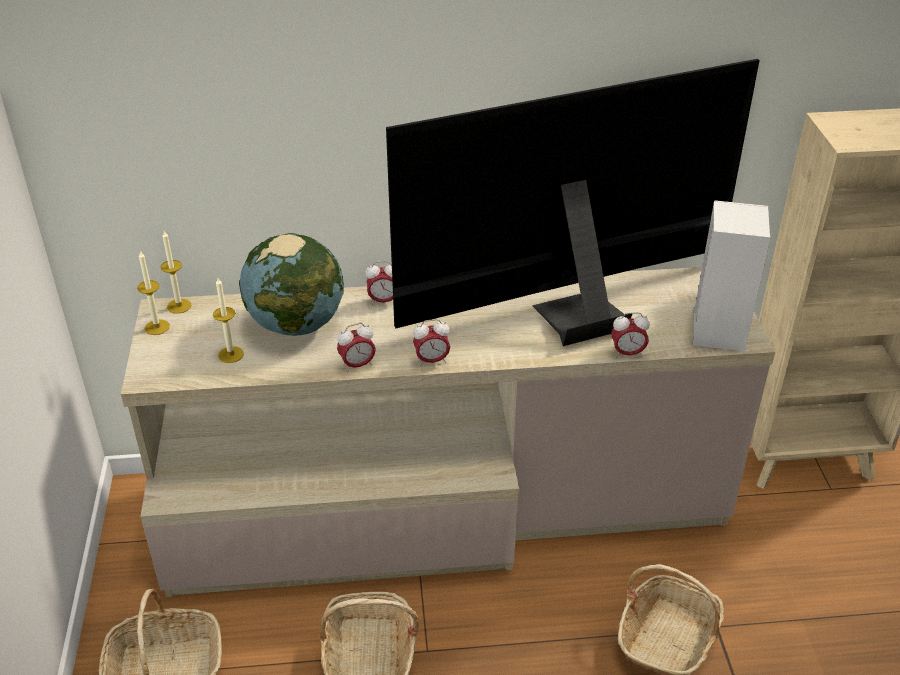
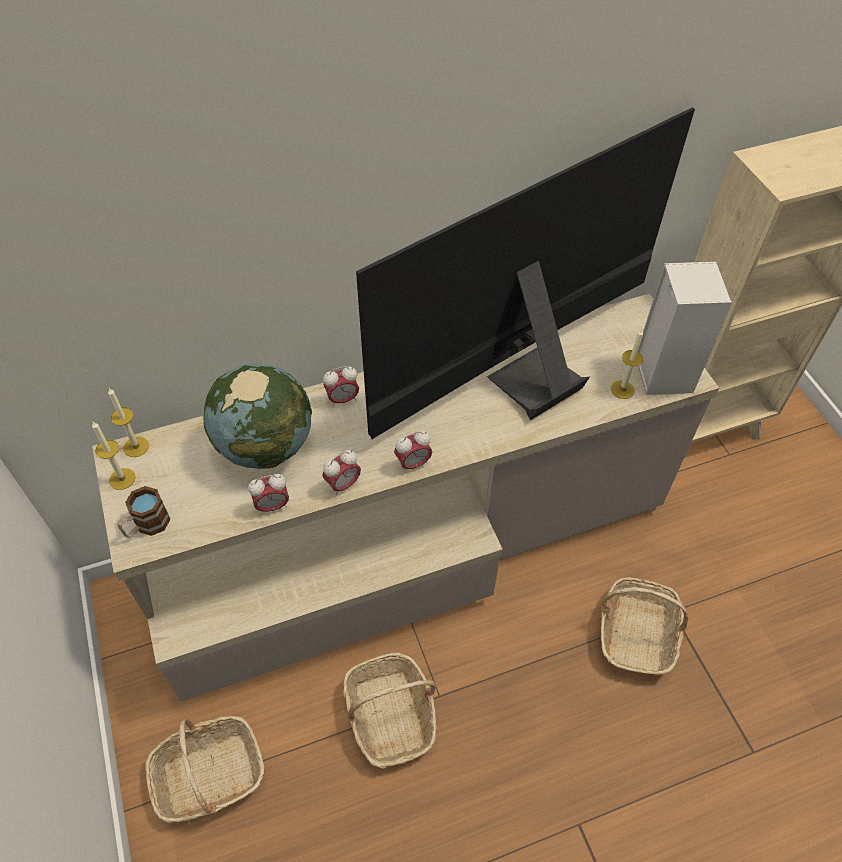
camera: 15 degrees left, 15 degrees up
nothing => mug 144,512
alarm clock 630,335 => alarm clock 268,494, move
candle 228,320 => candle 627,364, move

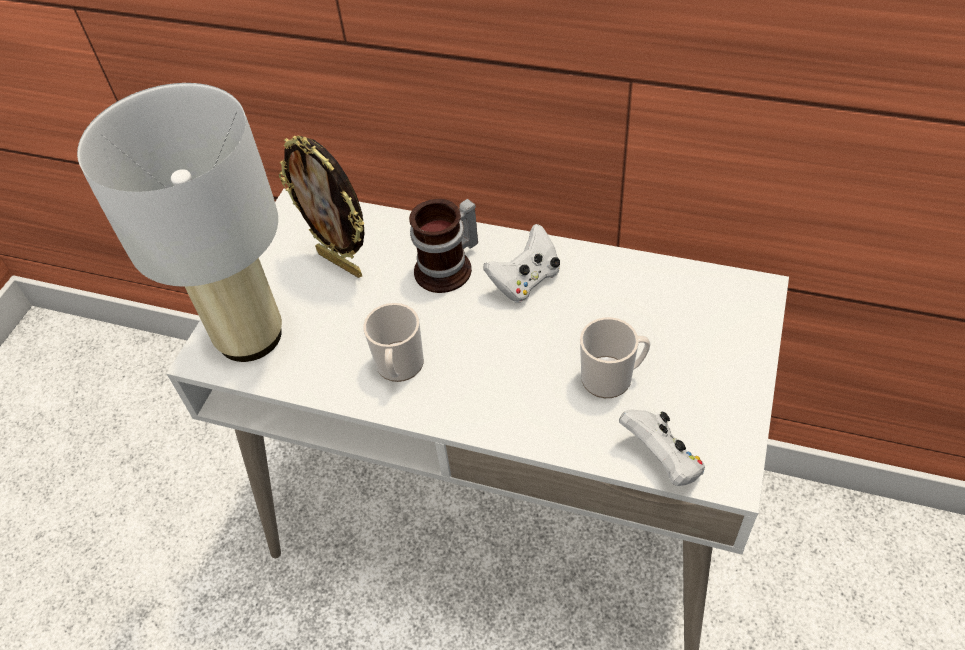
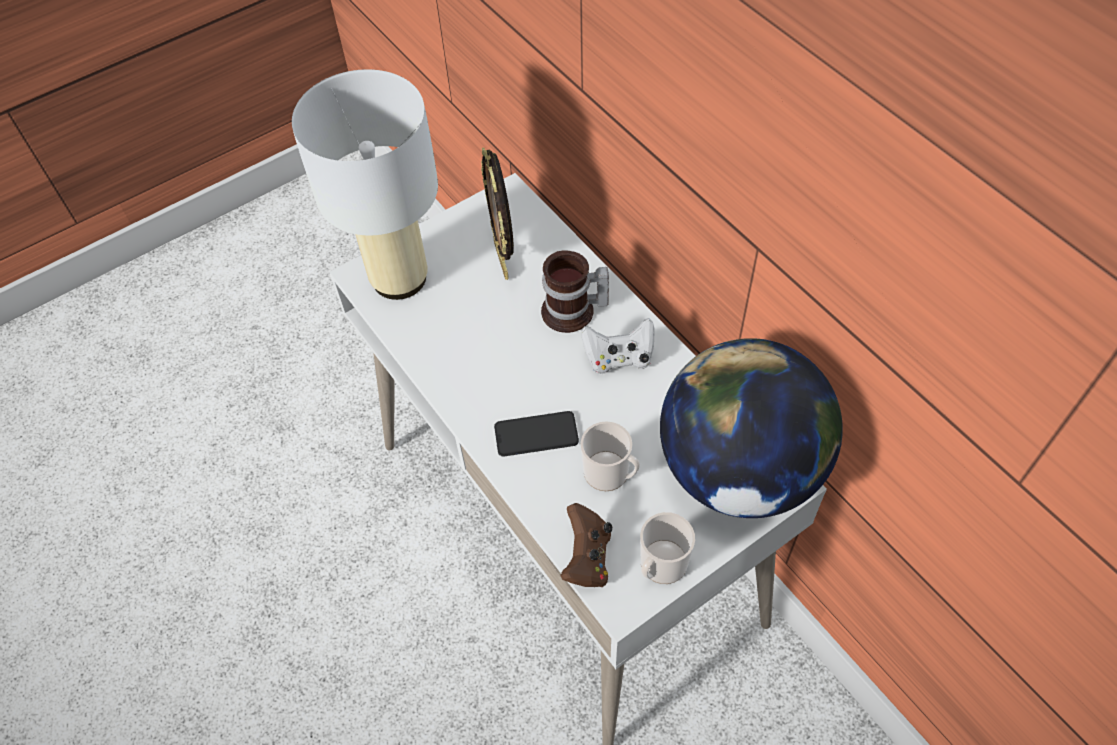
camera: 35 degrees right, 5 degrees up
nothing => telephone 536,434
white game controller 662,448 => brown game controller 586,545
mug 393,342 => mug 667,548, move
nothing => globe 751,428

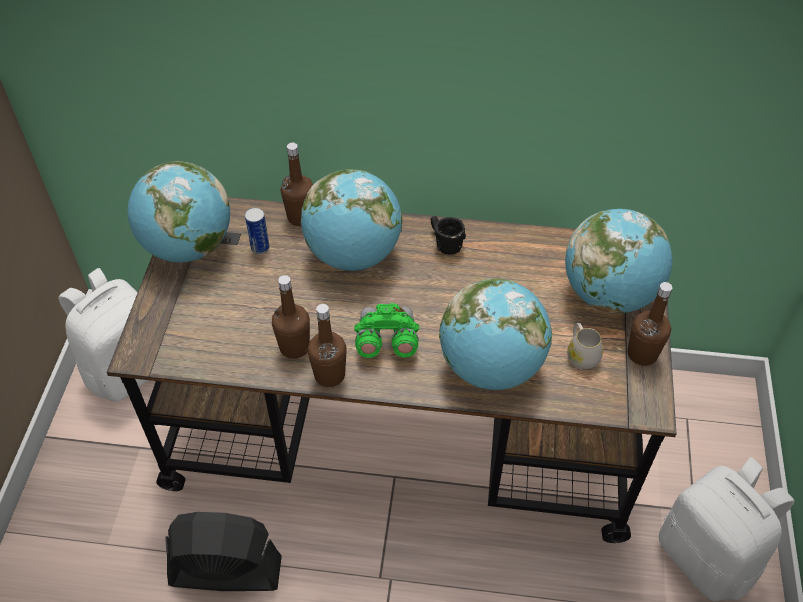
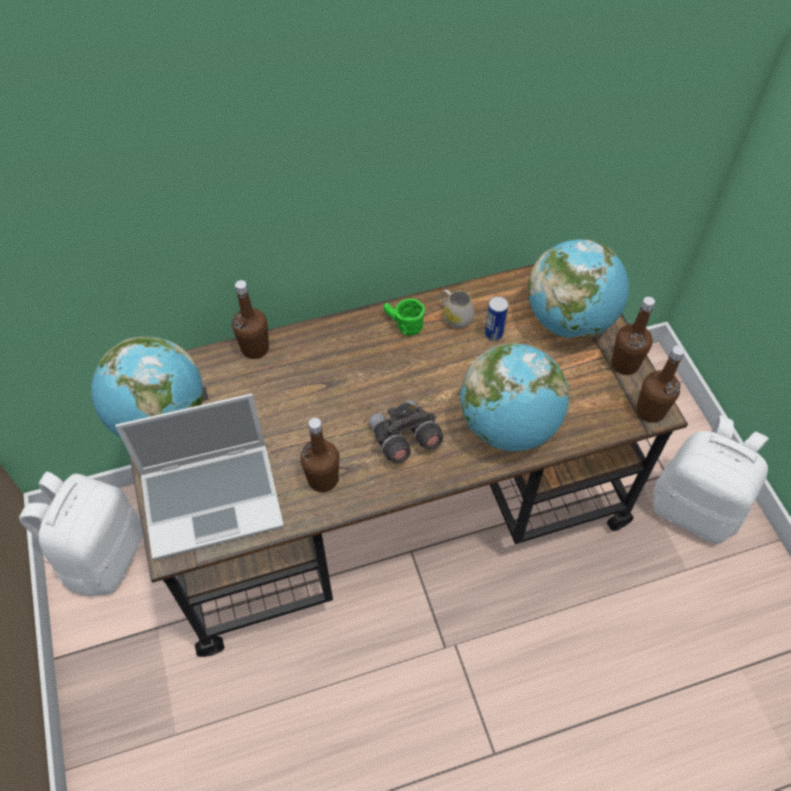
camera: 25 degrees left, 5 degrees up
nothing => notebook computer 199,476
green pair of binoculars 386,330 => grey pair of binoculars 406,432
black mug 448,235 => green mug 404,317
white mug 585,346 => white mug 457,309, move
metal can 257,231 => metal can 496,318, move
brown drink bottle 327,345 => brown drink bottle 660,384, move
black electric fan 223,551 => nothing
globe 351,220 => nothing

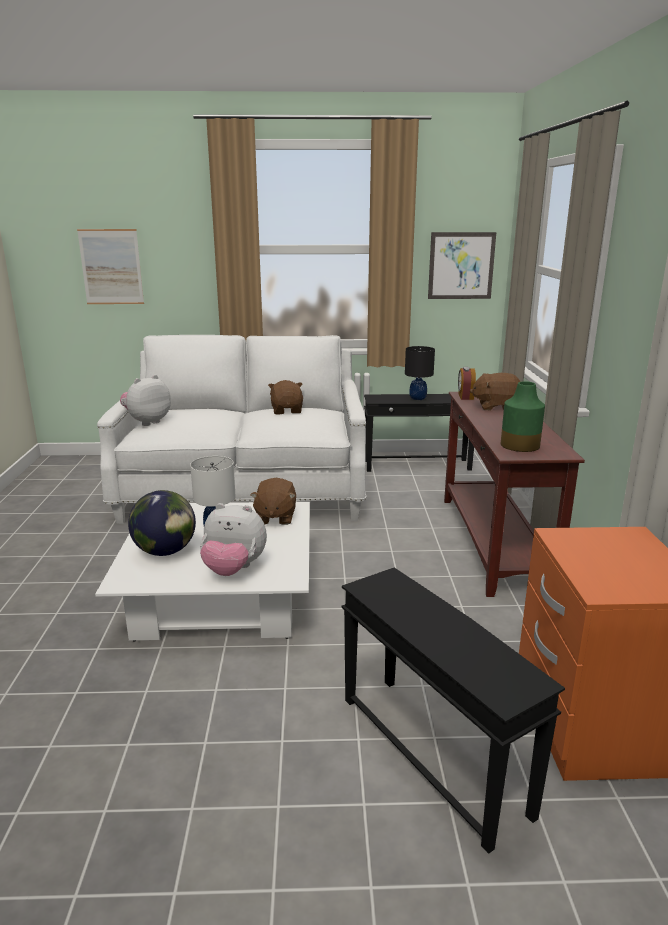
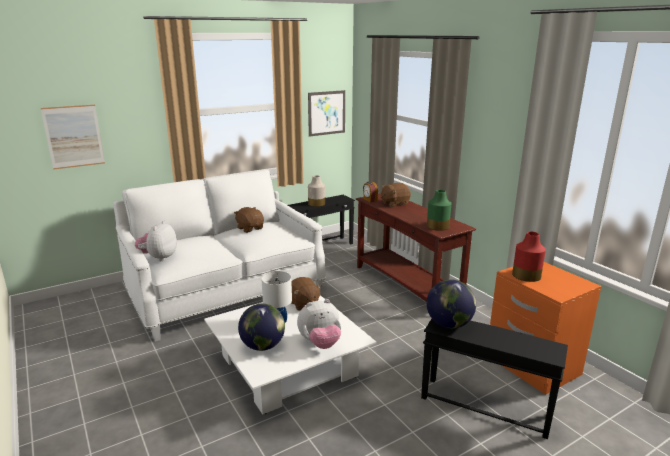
camera: 30 degrees left, 0 degrees up
black lamp for a table 420,373 => sand-coloured decorative vase 316,191
nothing => globe 451,304
nothing => red-coloured decorative vase 529,257

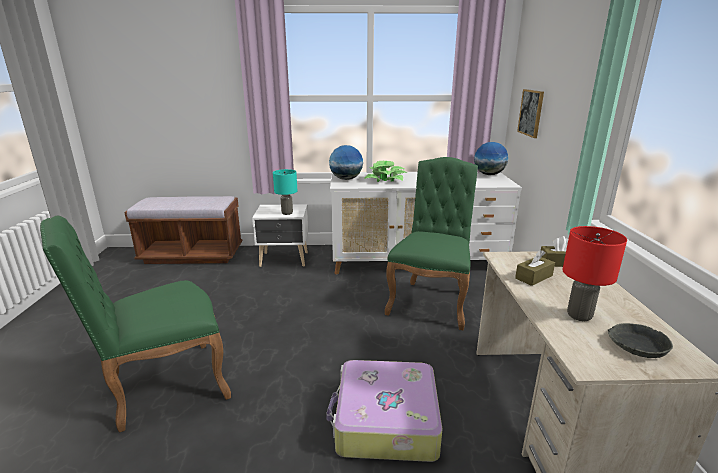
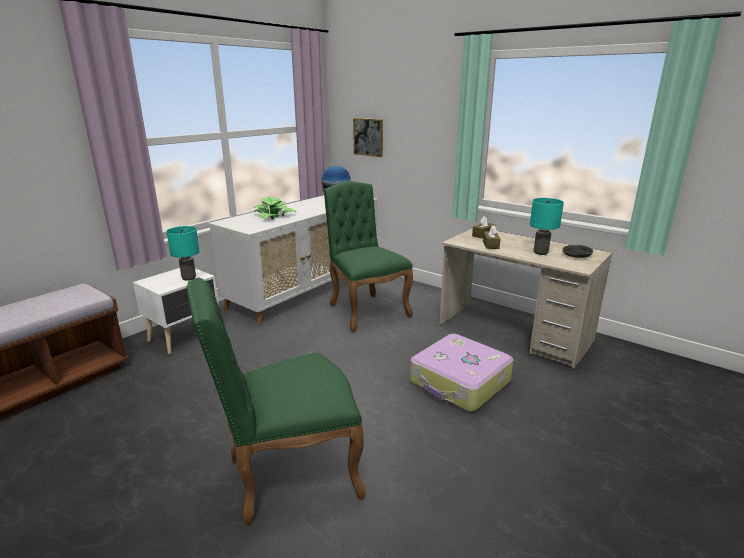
camera: 50 degrees left, 0 degrees up
green plain chair 135,324 => green plain chair 276,401, 60 degrees clockwise
red-coloured lamp for a table 594,273 => turquoise lamp for a table 547,226
globe 346,162 => nothing

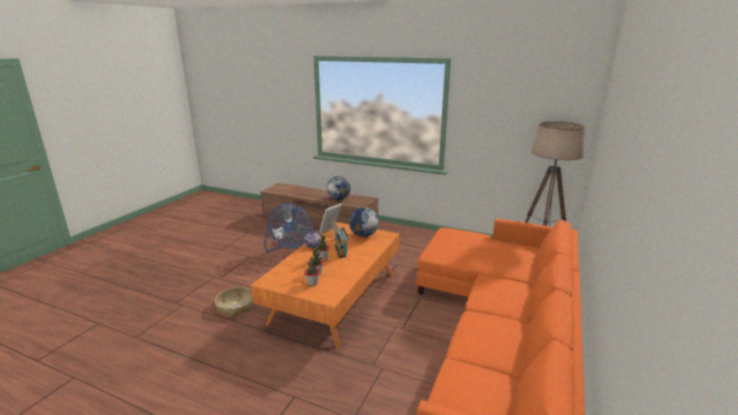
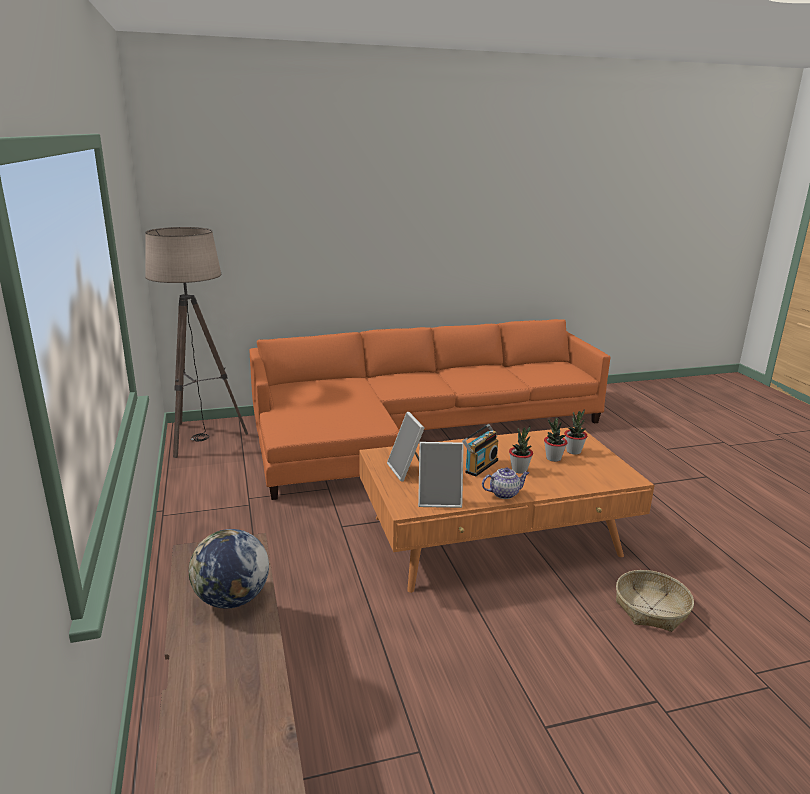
camera: 130 degrees left, 0 degrees up
globe 364,222 => photo frame 406,447
blue electric fan 288,228 => nothing

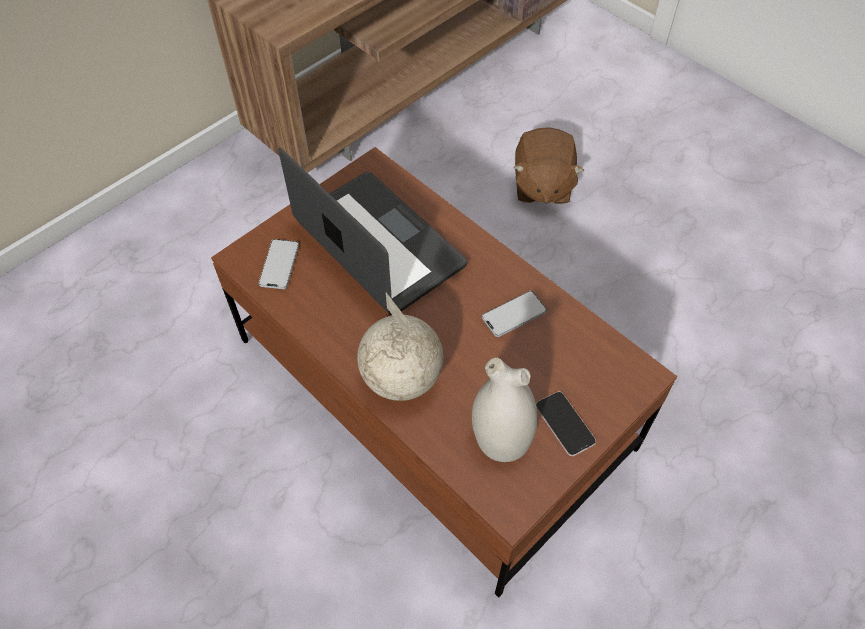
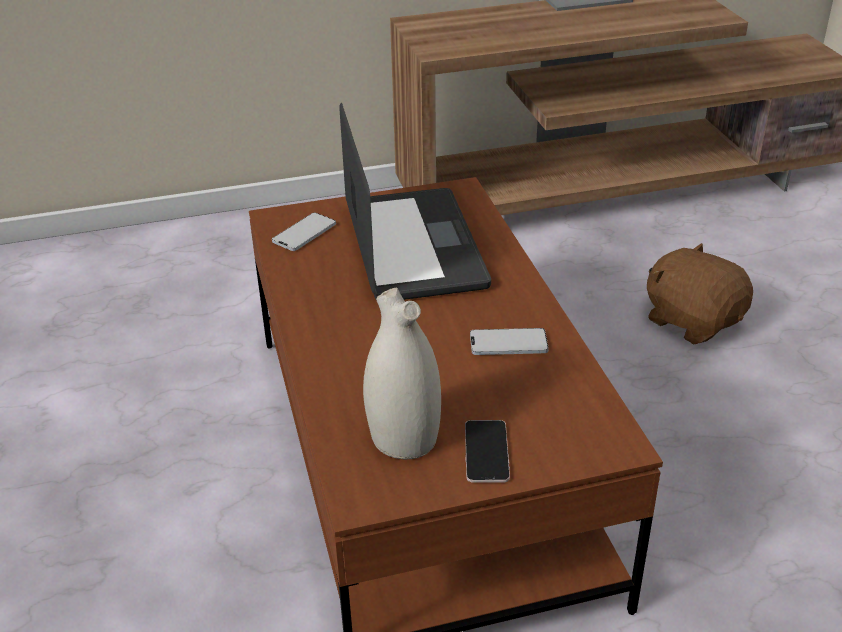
camera: 30 degrees right, 20 degrees down
brown plush toy 549,165 => brown plush toy 700,293, 105 degrees clockwise
globe 400,347 => nothing

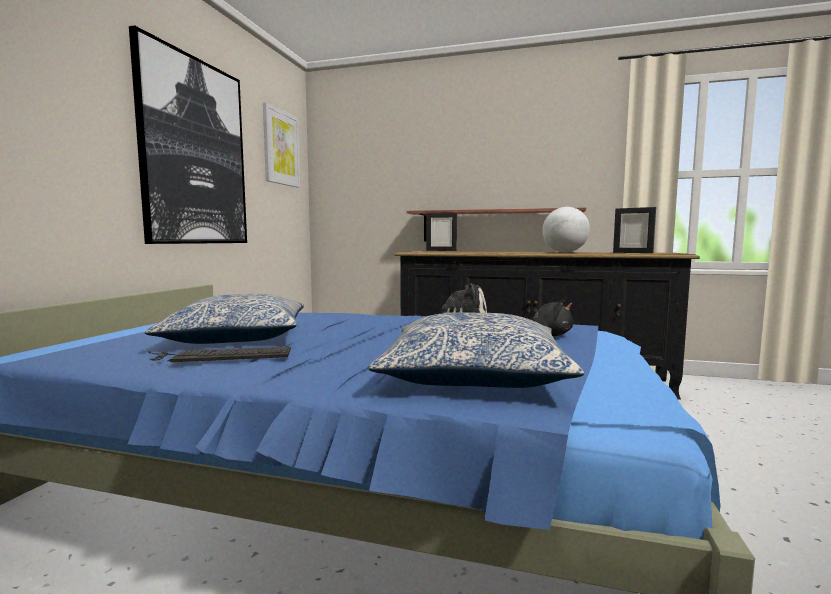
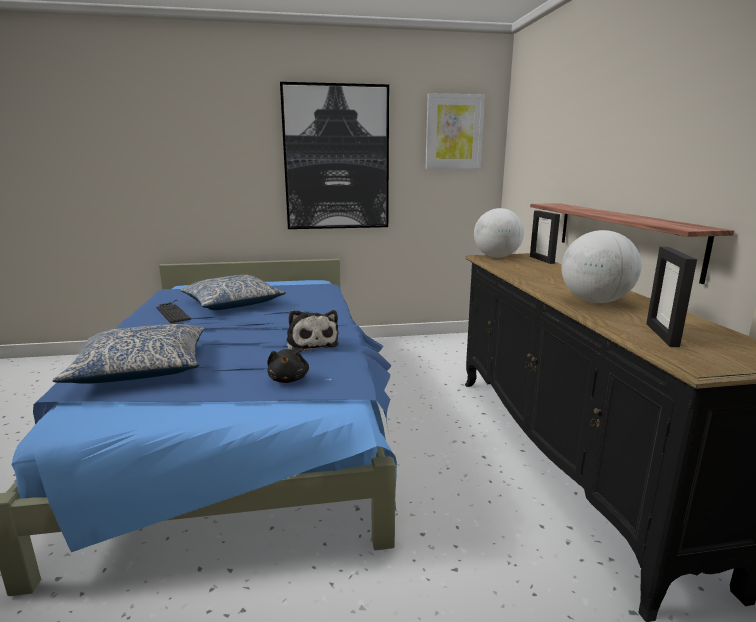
camera: 65 degrees right, 10 degrees up
nothing => globe 499,233

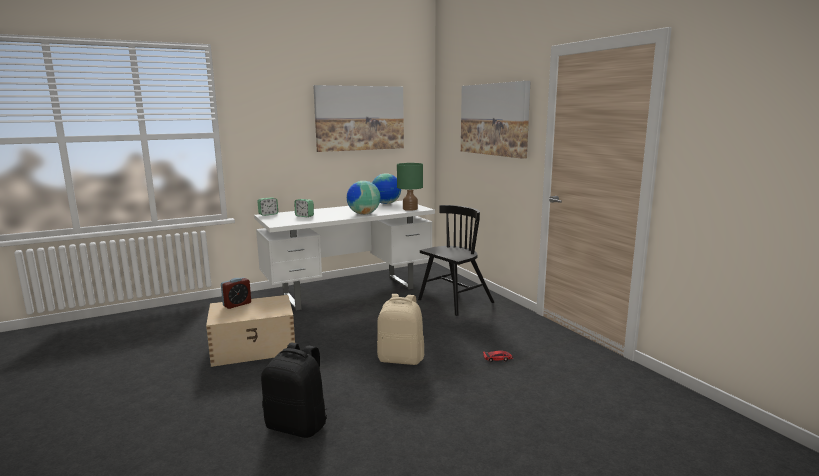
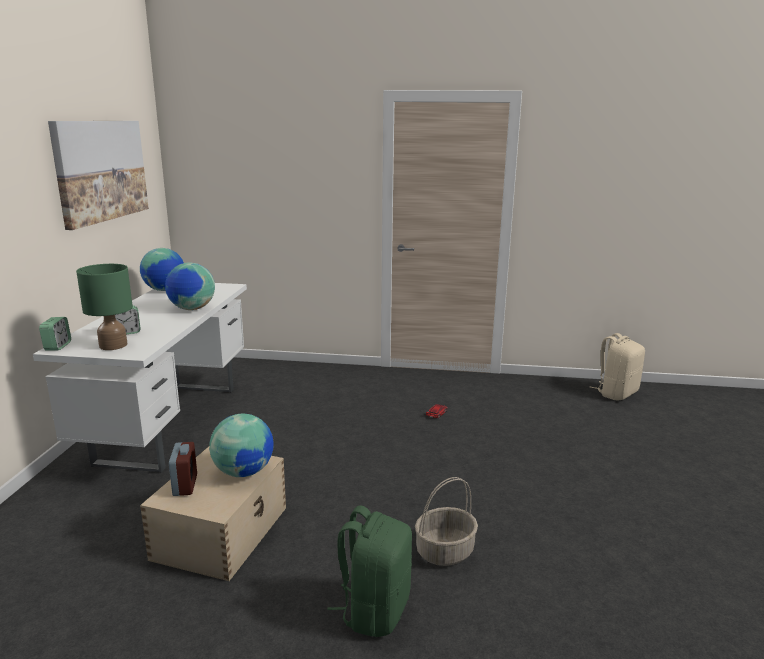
camera: 55 degrees left, 5 degrees up
green lamp for a table 410,187 => green lamp for a table 104,307, move
nothing => globe 241,445
nothing => green knapsack 369,571
black knapsack 294,390 => basket 446,521
sand-coloured knapsack 400,329 => sand-coloured knapsack 617,367, move
black plain chair 456,260 => nothing
wall art 496,120 => nothing

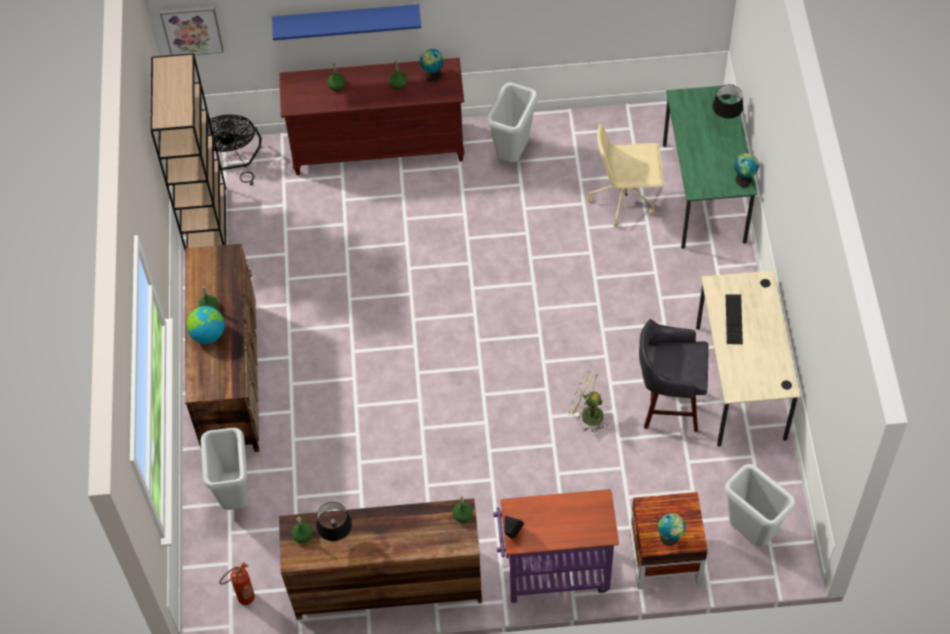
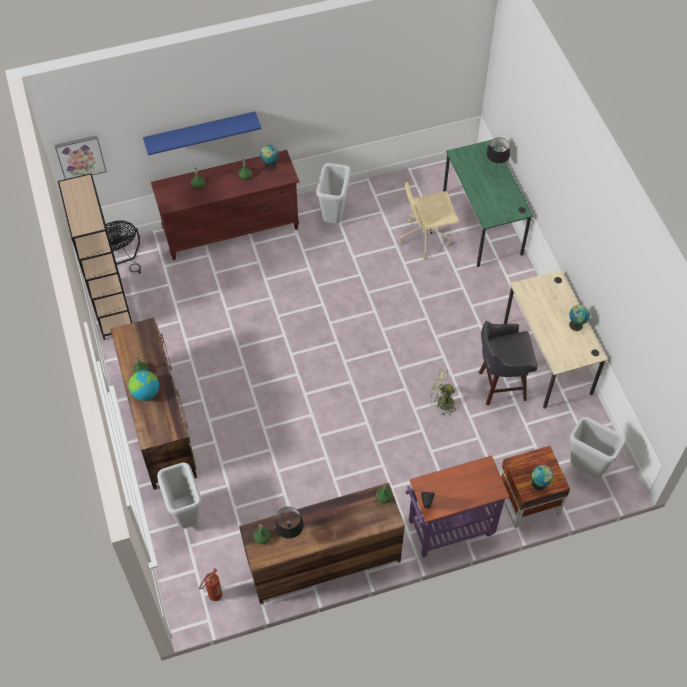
camera: 15 degrees left, 0 degrees up
globe 746,169 => globe 579,318, move
keyboard 734,319 => nothing

